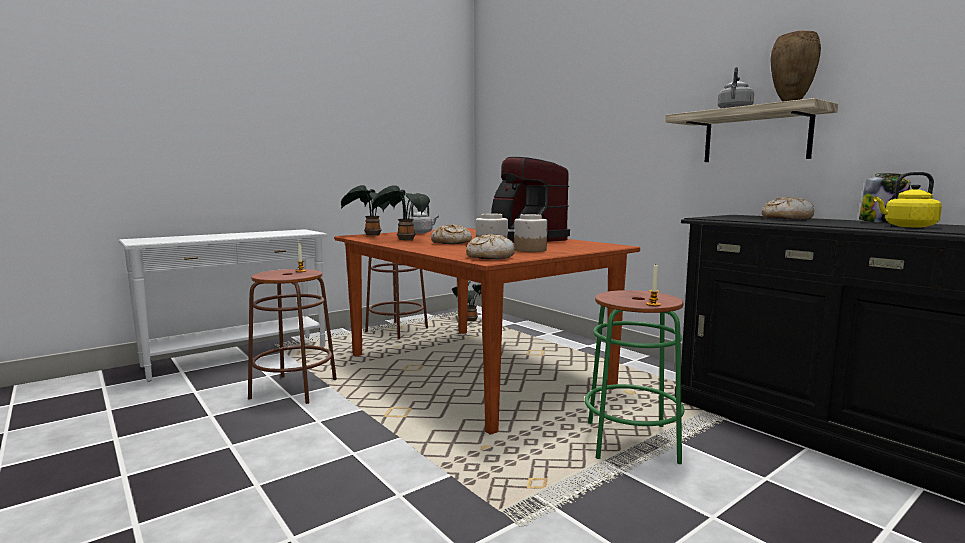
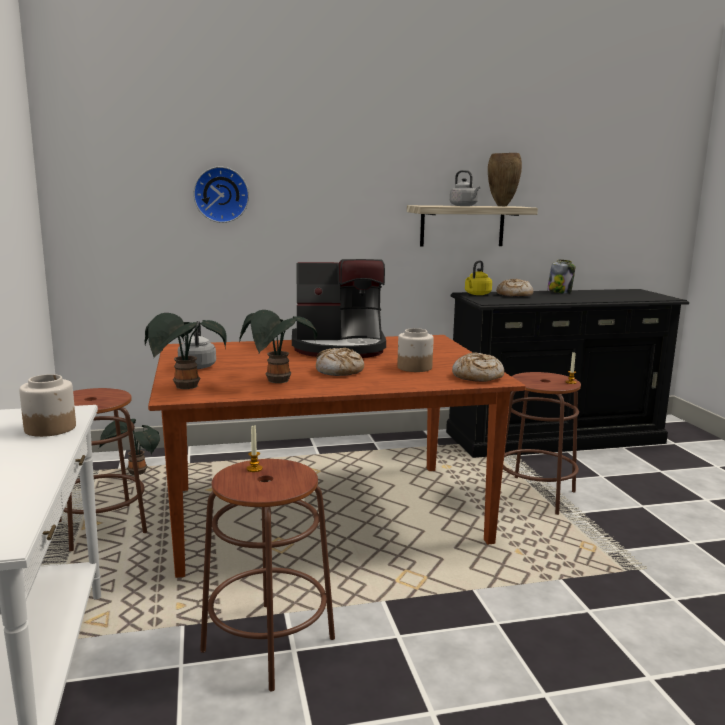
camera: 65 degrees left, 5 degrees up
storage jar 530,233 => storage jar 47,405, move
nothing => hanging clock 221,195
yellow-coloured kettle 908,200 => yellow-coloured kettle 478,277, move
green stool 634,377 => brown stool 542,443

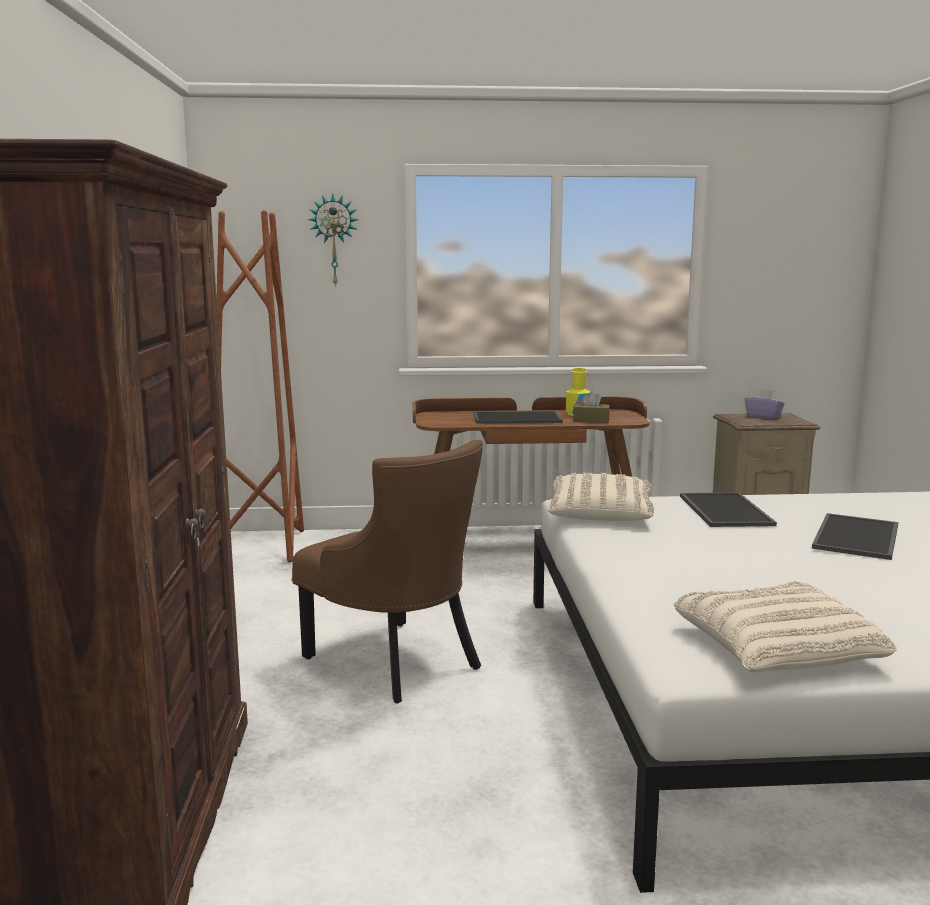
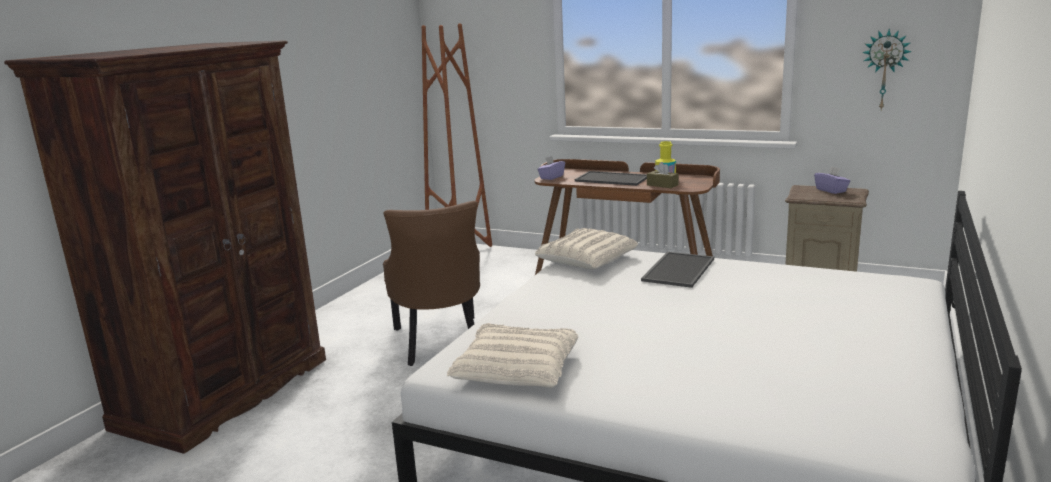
camera: 30 degrees right, 5 degrees up
nothing => purple box of tissues 551,168
hanging clock 333,240 => hanging clock 887,69, move
carrying tray 855,536 => nothing

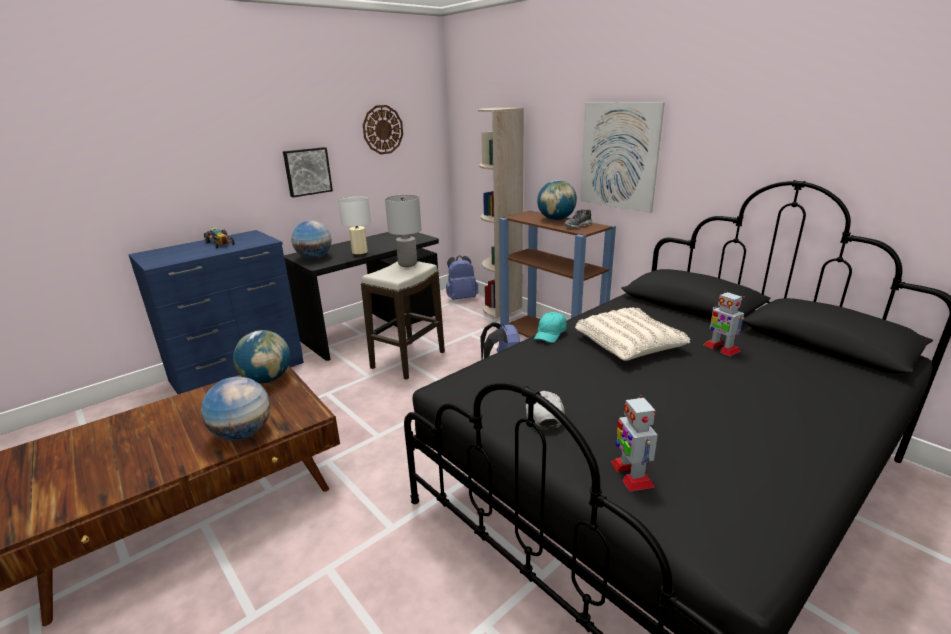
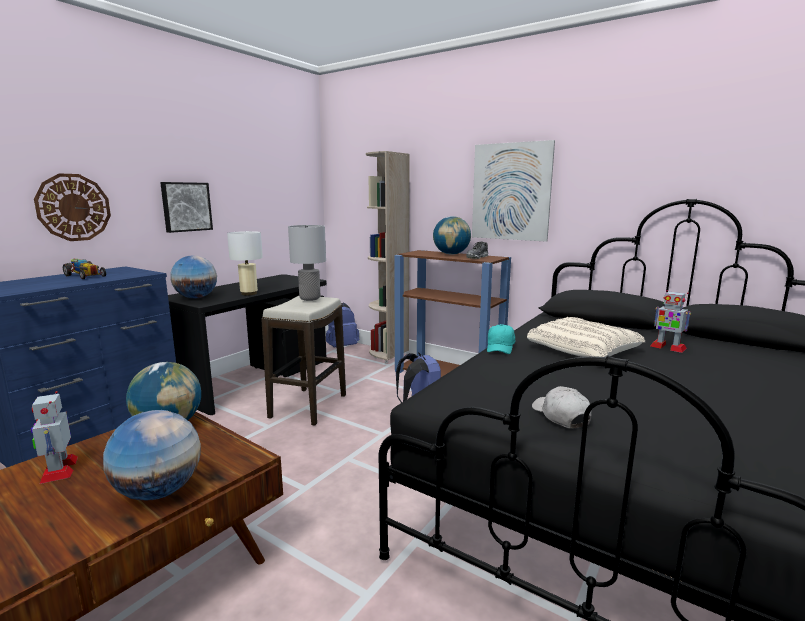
camera: 15 degrees left, 10 degrees down
robot figure 634,443 => robot figure 54,437, move
hanging clock 383,129 => hanging clock 72,207, move

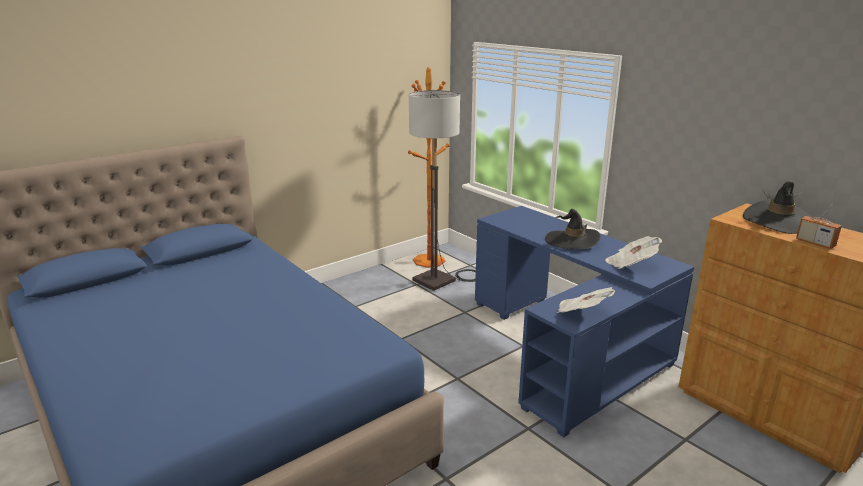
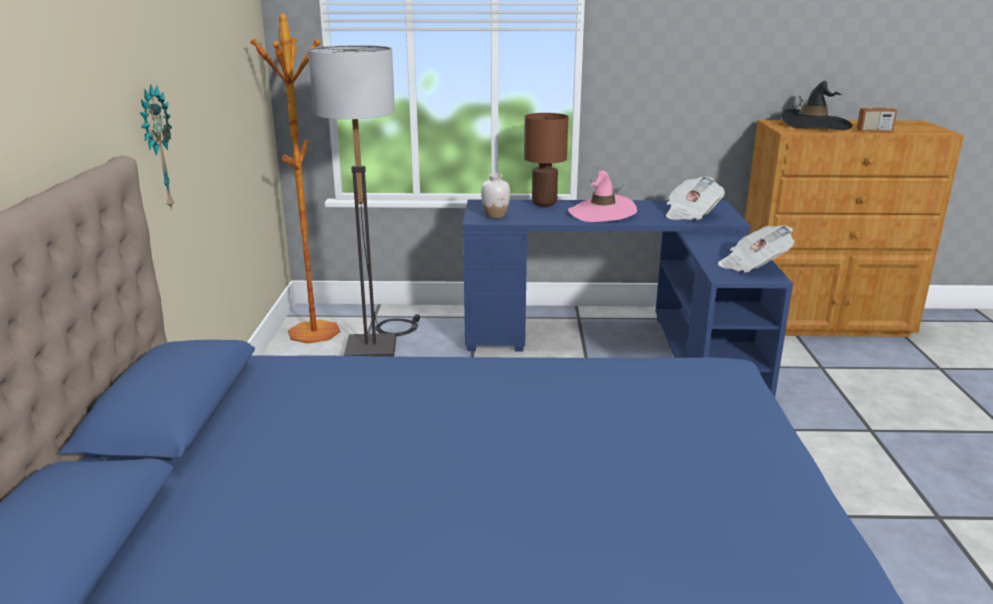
camera: 50 degrees left, 0 degrees up
nothing => hanging clock 157,147
nothing => white decorative vase 495,196
nothing => brown lamp for a table 546,160
black wearable hat 573,229 => pink wearable hat 602,196

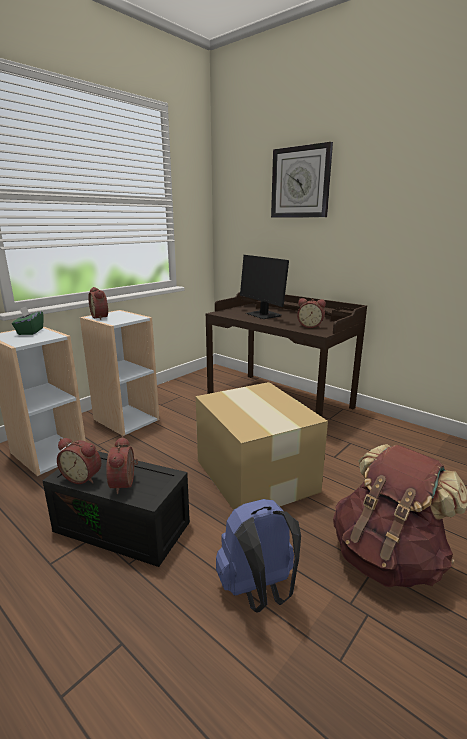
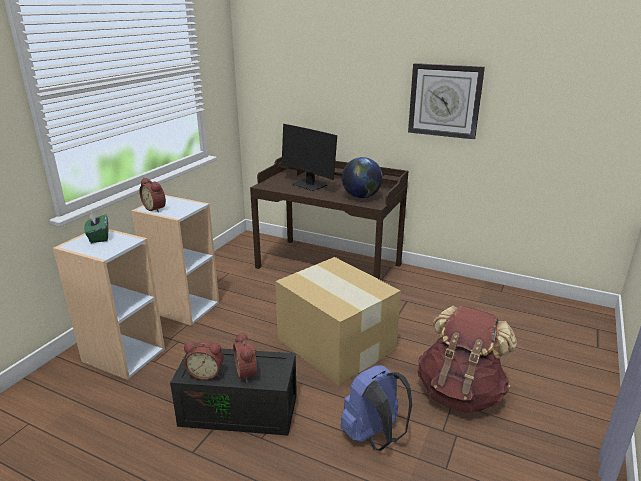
camera: 15 degrees left, 5 degrees up
alarm clock 311,313 => globe 362,177
hanging clock 302,180 => hanging clock 446,101, move

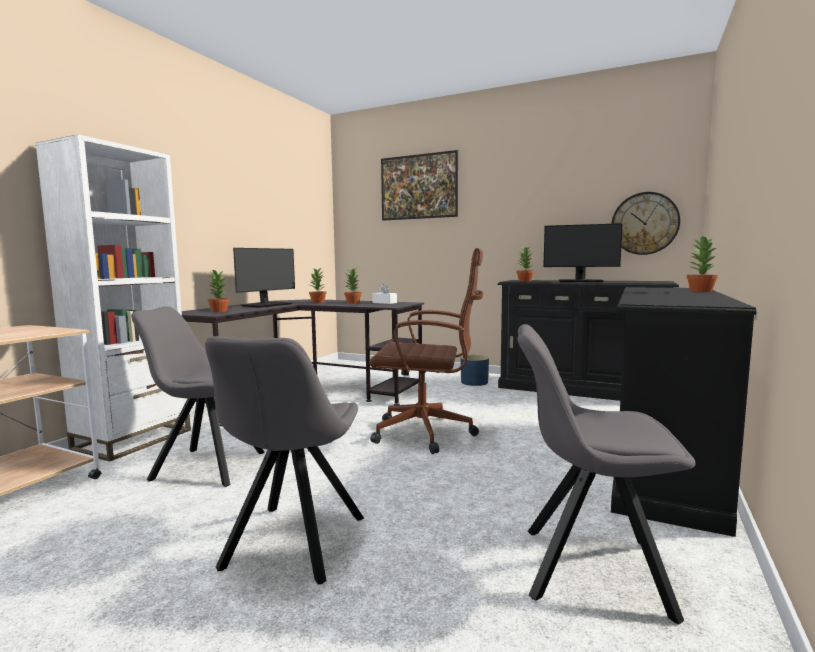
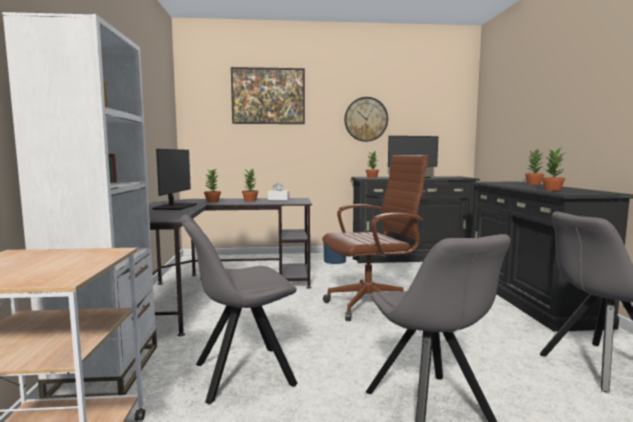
camera: 30 degrees left, 0 degrees up
hanging clock 646,223 => hanging clock 366,119, move
plant in a pot 219,291 => plant in a pot 553,169, move

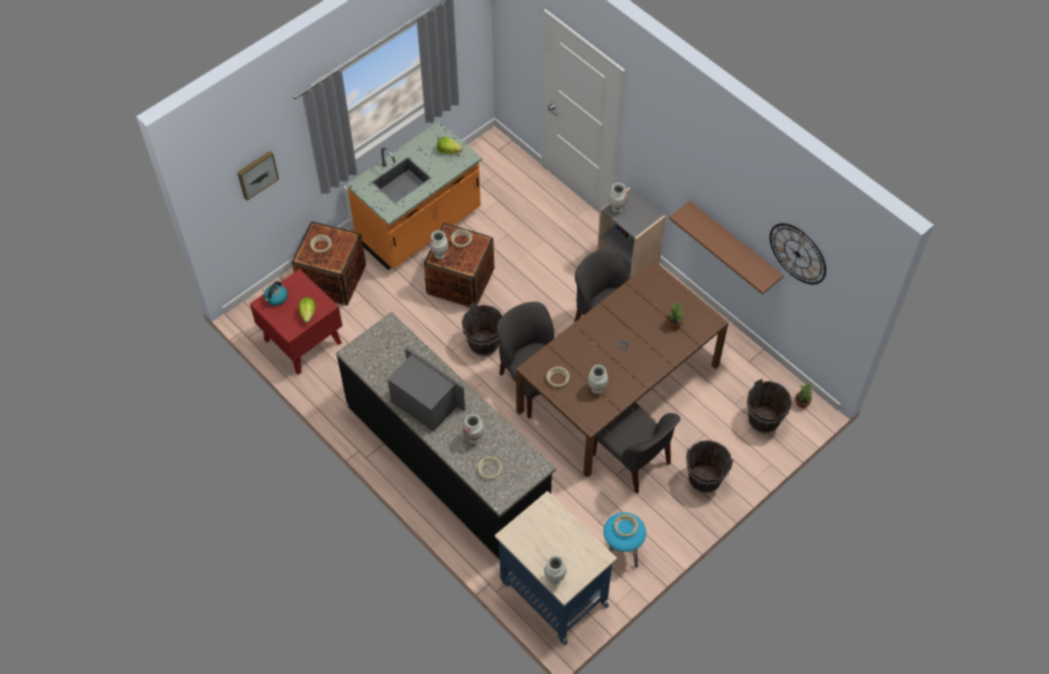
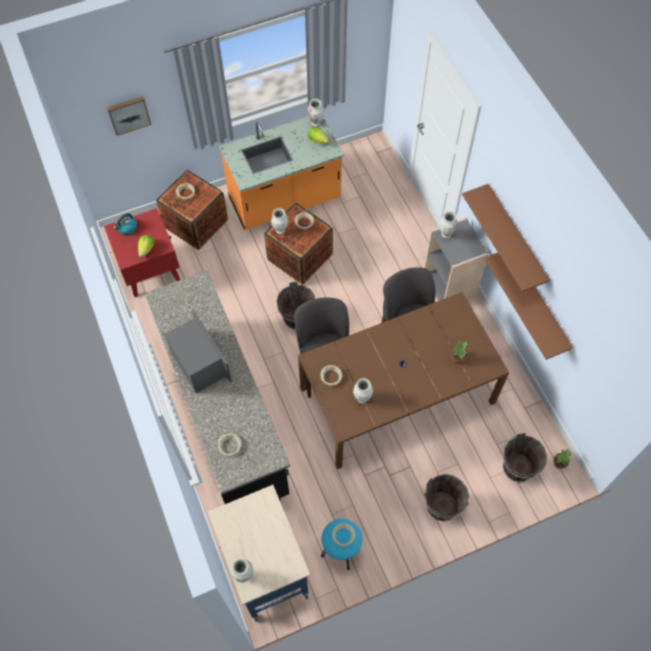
camera: 20 degrees right, 5 degrees up
decorative vase 473,428 => decorative vase 315,113, move
nothing => brown bracket shelf 506,238
grey plain chair 636,448 => nothing
hanging clock 798,254 => nothing

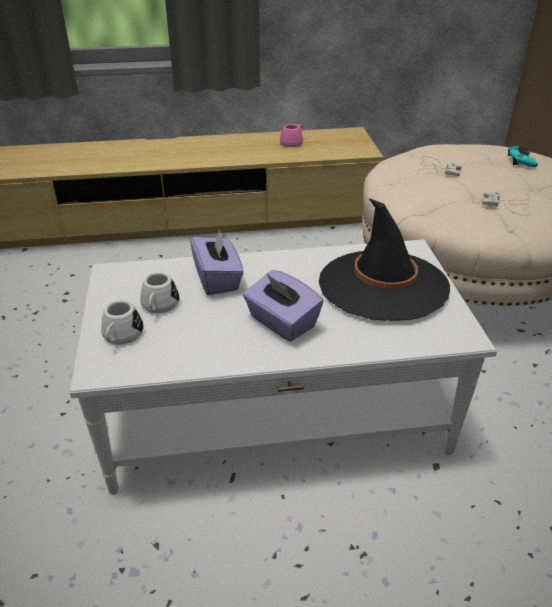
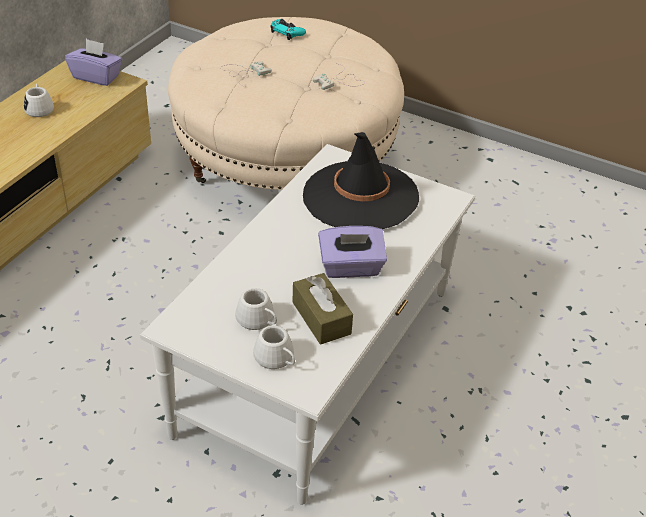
camera: 55 degrees left, 5 degrees up
pink mug 291,135 => white mug 39,100
purple box of tissues 217,262 => purple box of tissues 93,62, move
nothing => brown box of tissues 322,309

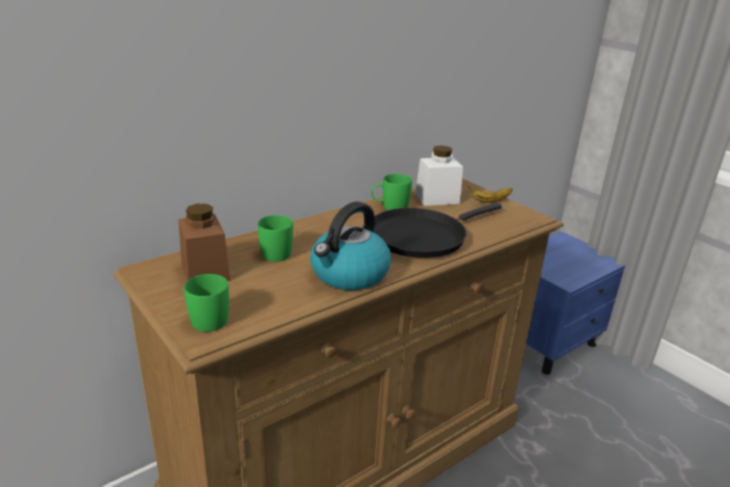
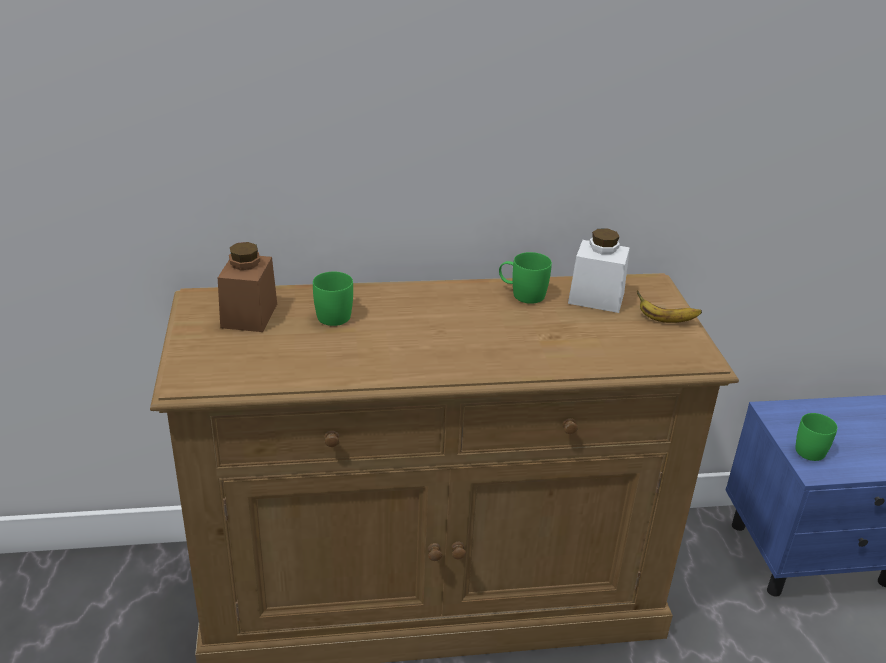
camera: 30 degrees right, 5 degrees up
green mug 206,303 => green mug 816,437, move
kettle 350,246 => nothing
black skillet 437,230 => nothing

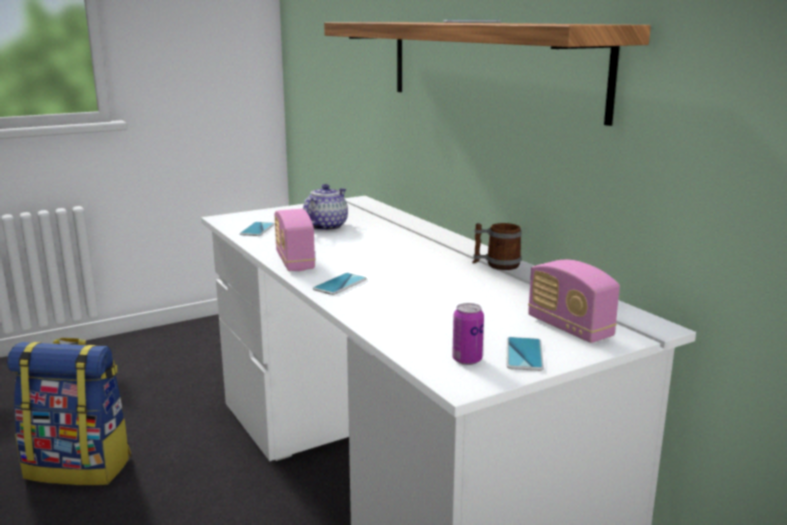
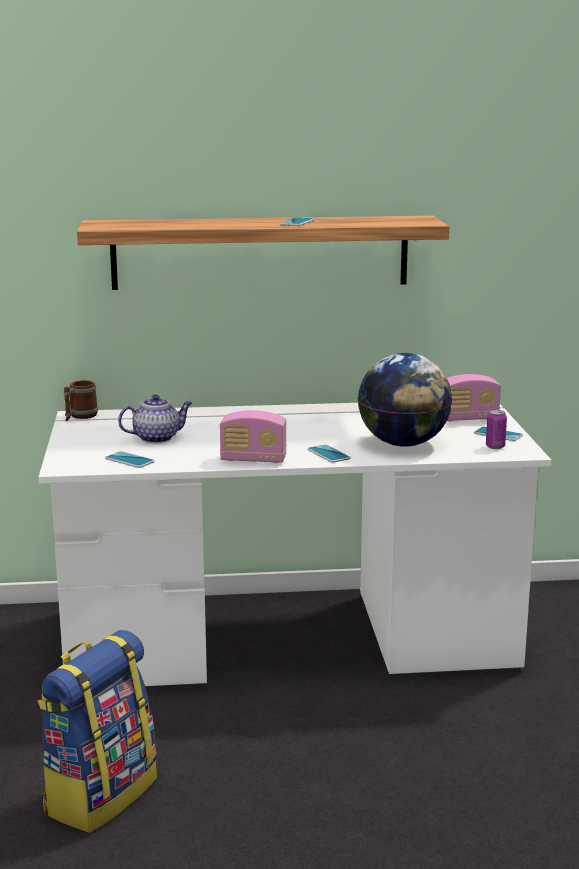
camera: 65 degrees left, 0 degrees up
mug 497,246 => mug 81,400, move
tea pot 325,207 => tea pot 155,419, 105 degrees clockwise
nothing => globe 405,400

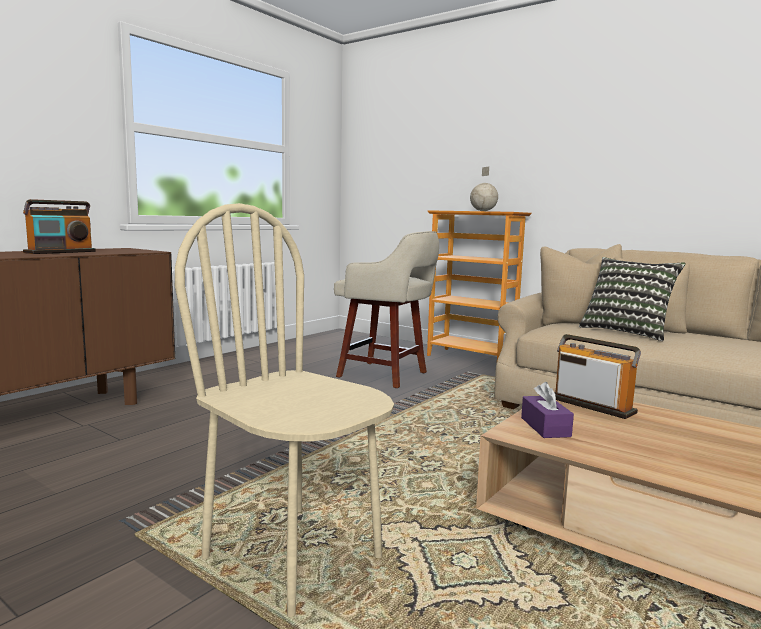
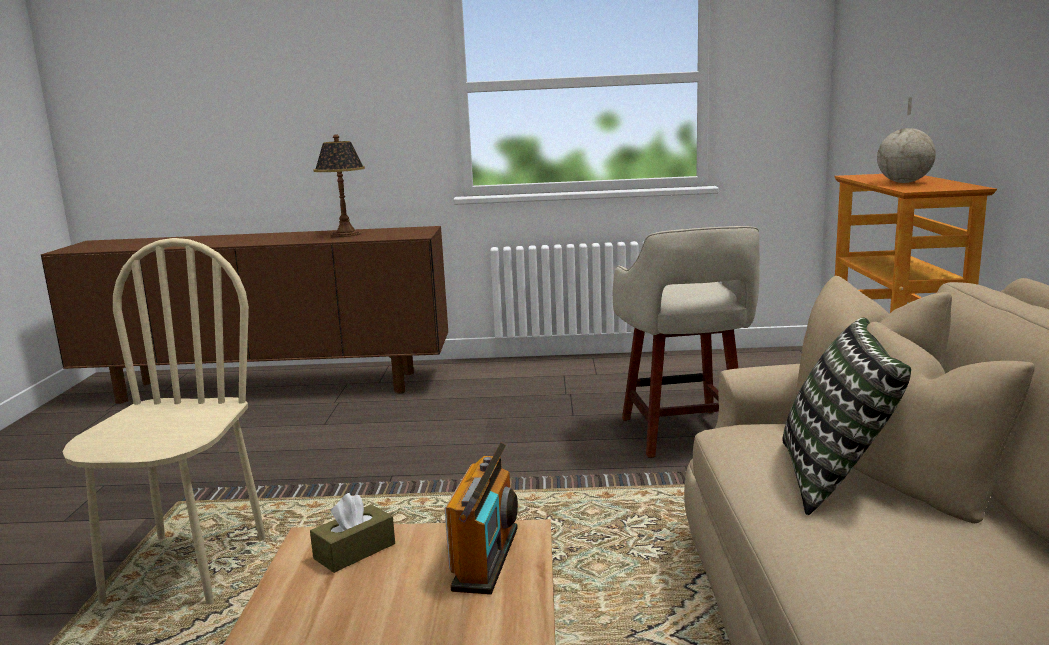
camera: 55 degrees right, 5 degrees up
purple box of tissues 547,410 => brown box of tissues 352,533
radio set 59,226 => lamp for a table 339,185

